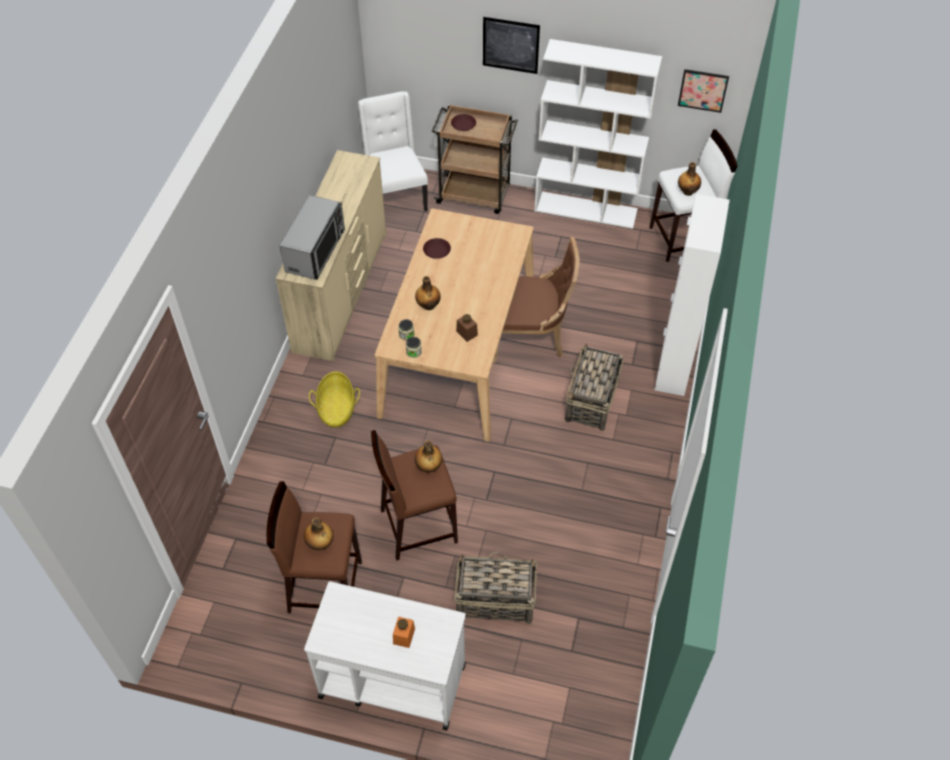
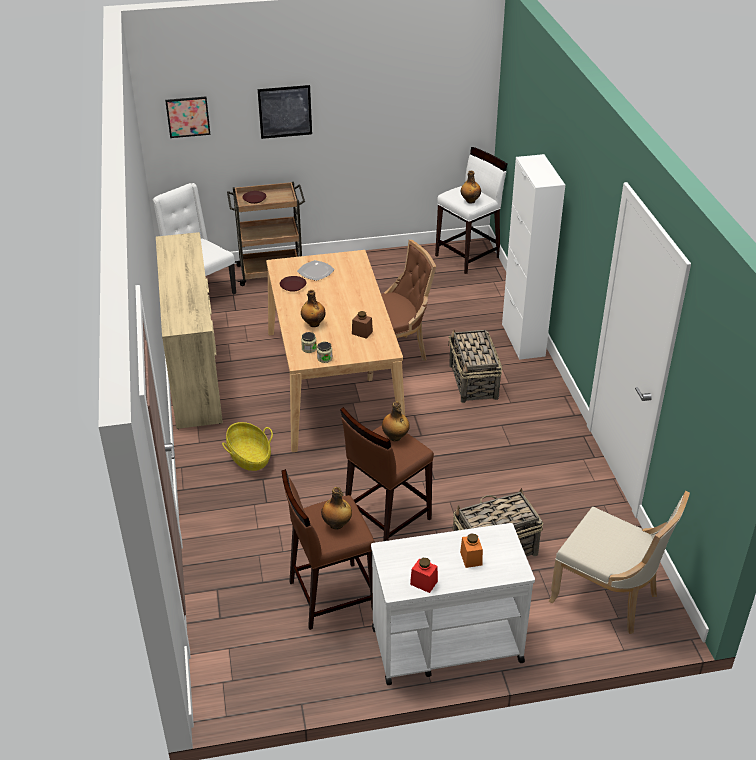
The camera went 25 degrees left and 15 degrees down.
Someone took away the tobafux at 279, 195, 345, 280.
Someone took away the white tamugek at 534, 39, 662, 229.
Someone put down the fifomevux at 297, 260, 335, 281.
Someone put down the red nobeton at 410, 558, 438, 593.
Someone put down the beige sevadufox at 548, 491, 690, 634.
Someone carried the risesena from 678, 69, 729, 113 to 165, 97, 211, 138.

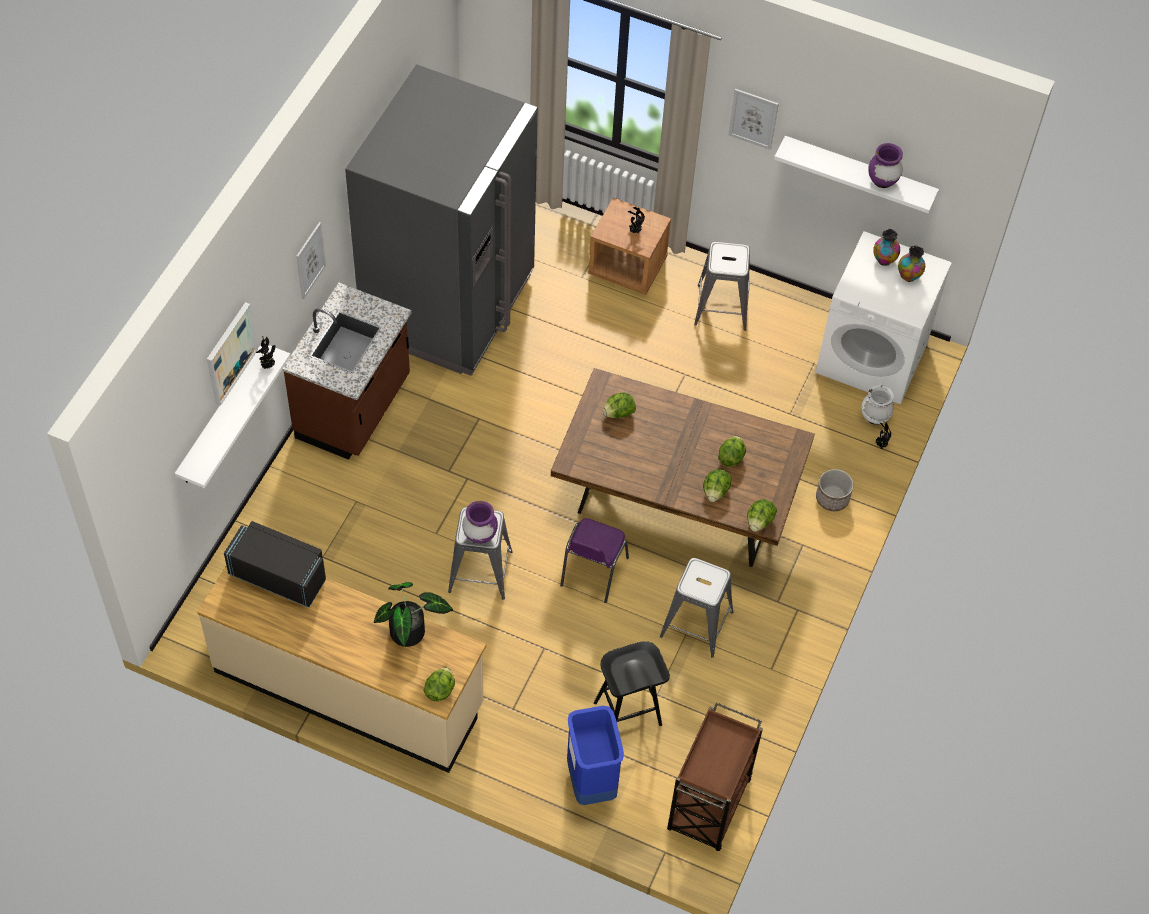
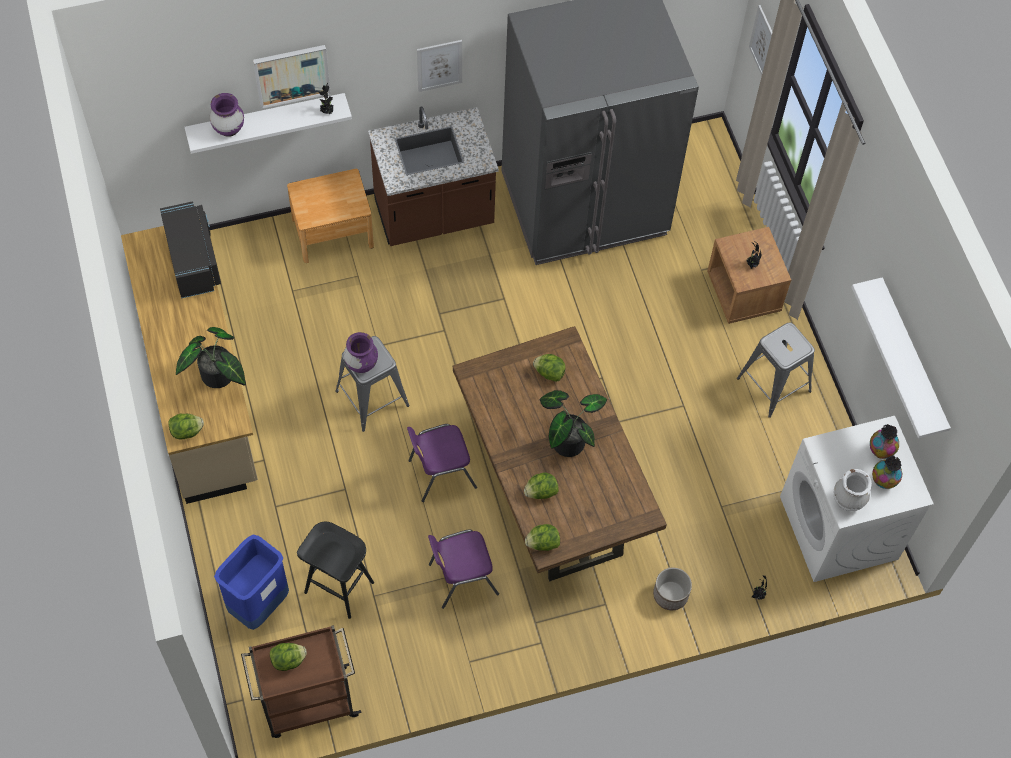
The camera went 50 degrees right and 5 degrees up.
Someone put down the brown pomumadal at 287, 169, 374, 263.
Someone put down the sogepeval at 540, 390, 607, 457.
Someone carried the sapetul from 718, 436, 746, 467 to 270, 643, 307, 671.
Someone carried the risesena from 728, 89, 779, 150 to 749, 5, 772, 76.
Someone carried the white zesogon from 861, 385, 894, 425 to 834, 469, 872, 511.
Someone carried the purple zesogon from 869, 143, 903, 188 to 210, 93, 244, 137.
Someone swapped the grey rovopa at 660, 558, 733, 658 for the purple sevadufox at 428, 529, 499, 609.

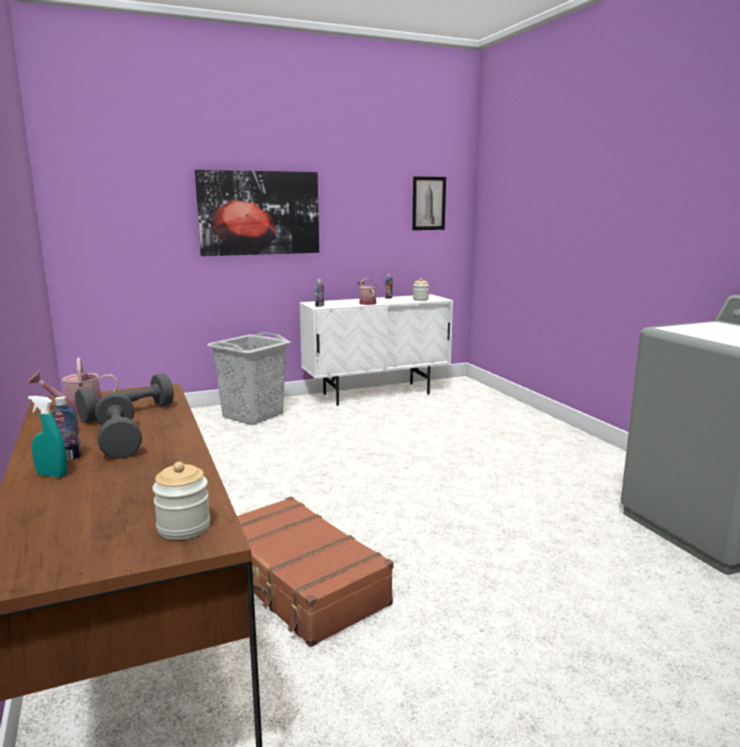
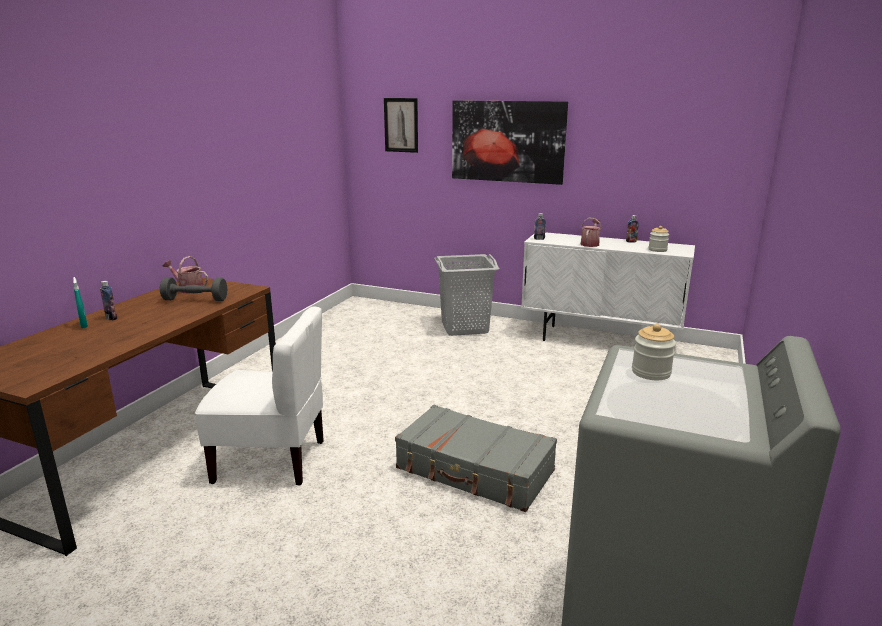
The camera went 45 degrees right and 5 degrees up.
Someone took away the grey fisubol at 95, 393, 142, 459.
Someone put down the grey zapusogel at 395, 405, 557, 512.
Someone carried the nobeton from 152, 462, 210, 540 to 632, 324, 676, 380.
Someone carried the risesena from 412, 176, 446, 230 to 384, 98, 418, 153.
Someone swapped the brown zapusogel at 237, 496, 393, 647 for the white sevadufox at 195, 307, 324, 486.

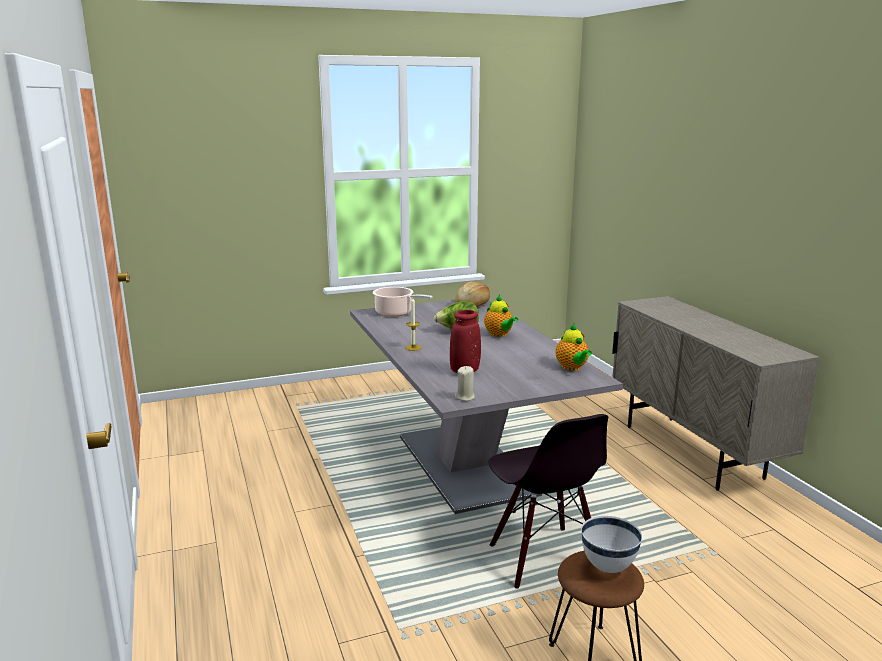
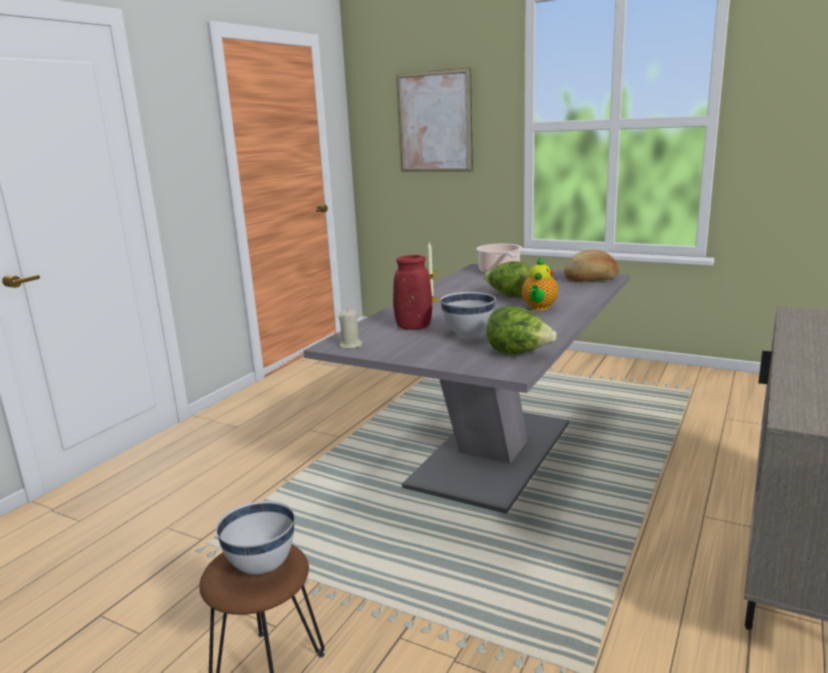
The camera went 50 degrees right and 0 degrees up.
Someone took away the black sevadufox at 488, 414, 608, 589.
Someone put up the risesena at 396, 68, 473, 172.
Someone put down the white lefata at 440, 292, 496, 336.
Someone swapped the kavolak at 556, 324, 592, 371 for the sapetul at 486, 306, 557, 354.

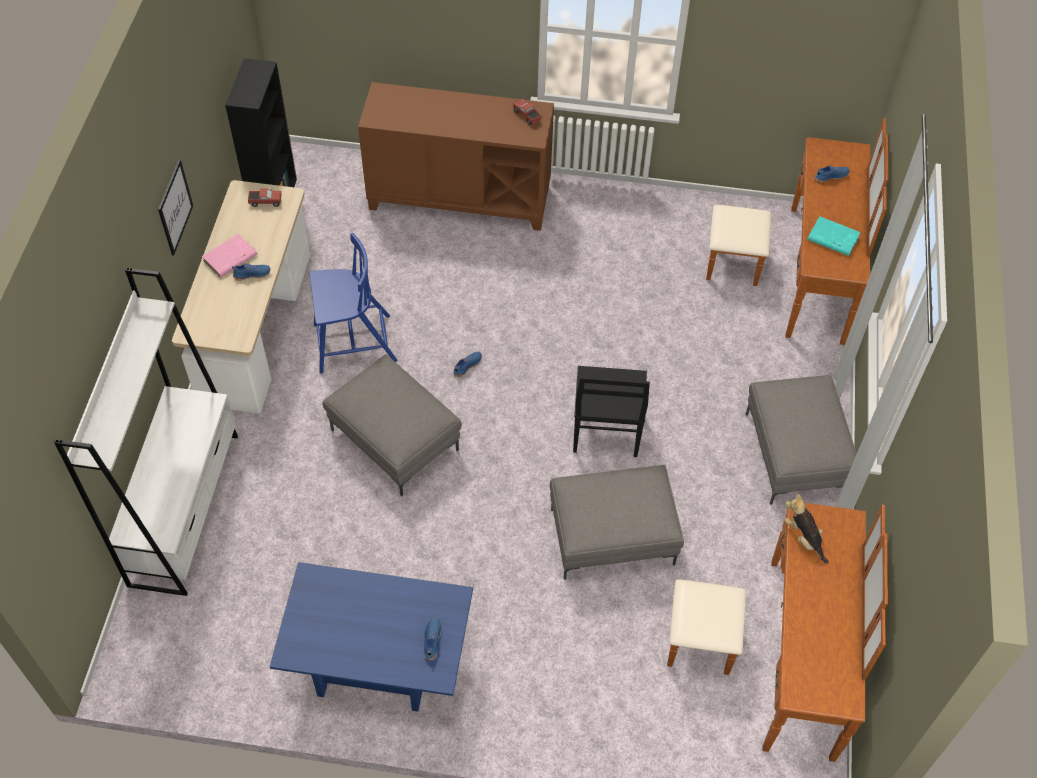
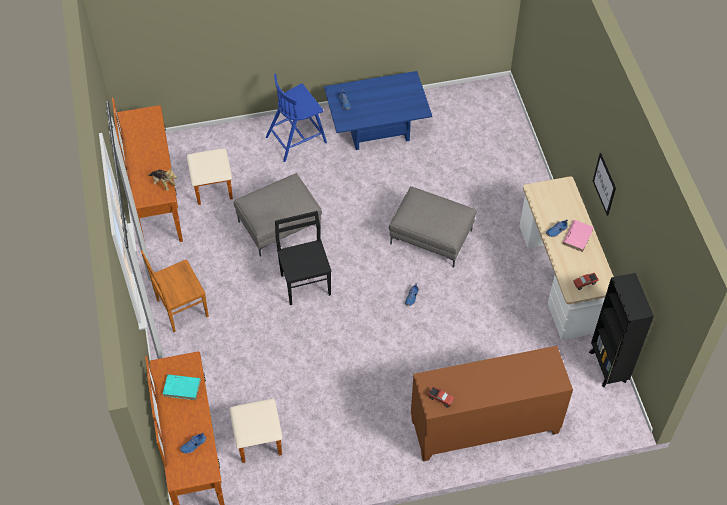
The camera went 160 degrees right and 0 degrees up.
Someone took away the white tamugek at 54, 268, 238, 596.
Someone carried the blue sevadufox from 309, 233, 397, 374 to 266, 73, 327, 162.
Someone swapped the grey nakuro at 746, 375, 857, 505 for the brown sevadufox at 141, 250, 209, 332.

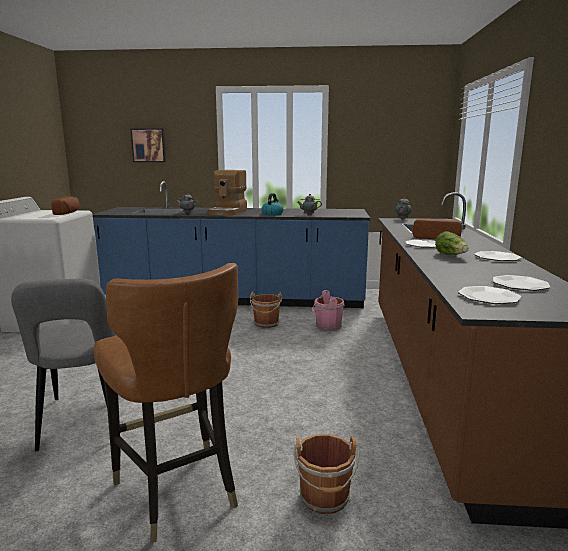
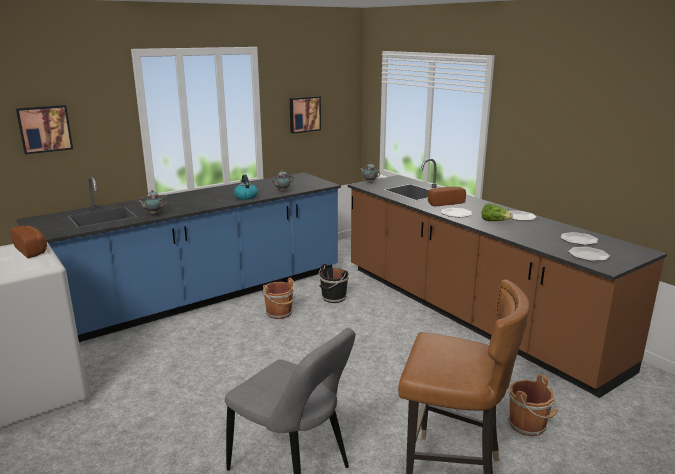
The camera went 40 degrees left and 5 degrees up.
Someone took away the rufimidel at 208, 170, 247, 216.
Someone put up the risesena at 290, 96, 321, 134.
Someone repainted the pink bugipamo at 312, 290, 345, 331, which became the black bugipamo at 317, 264, 349, 303.

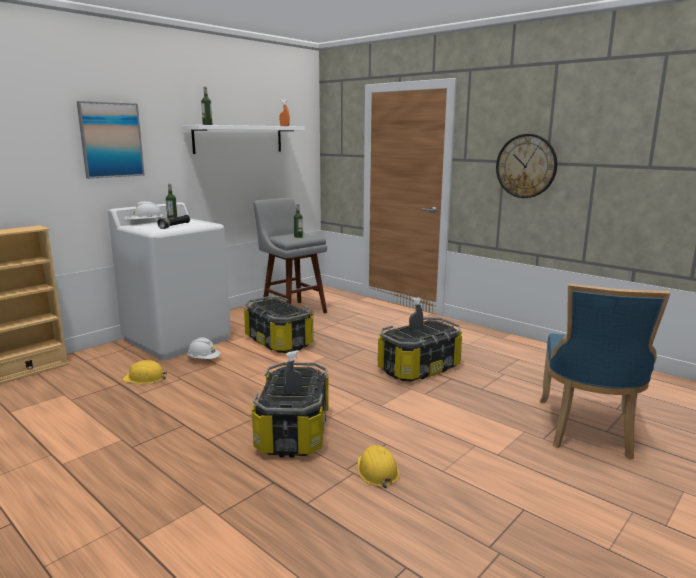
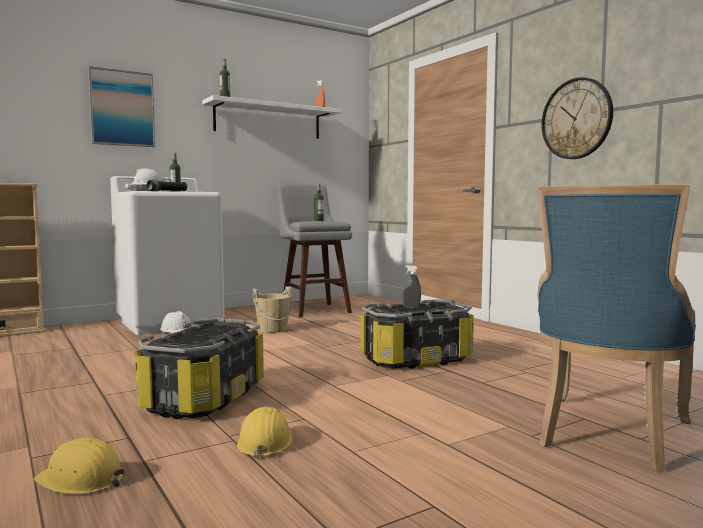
The camera went 15 degrees right and 10 degrees down.
Someone took away the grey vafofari at 283, 350, 302, 395.
Someone carried the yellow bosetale from 122, 360, 167, 384 to 33, 438, 125, 495.
Someone swapped the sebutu at 244, 296, 314, 353 for the beige bugipamo at 253, 286, 292, 333.

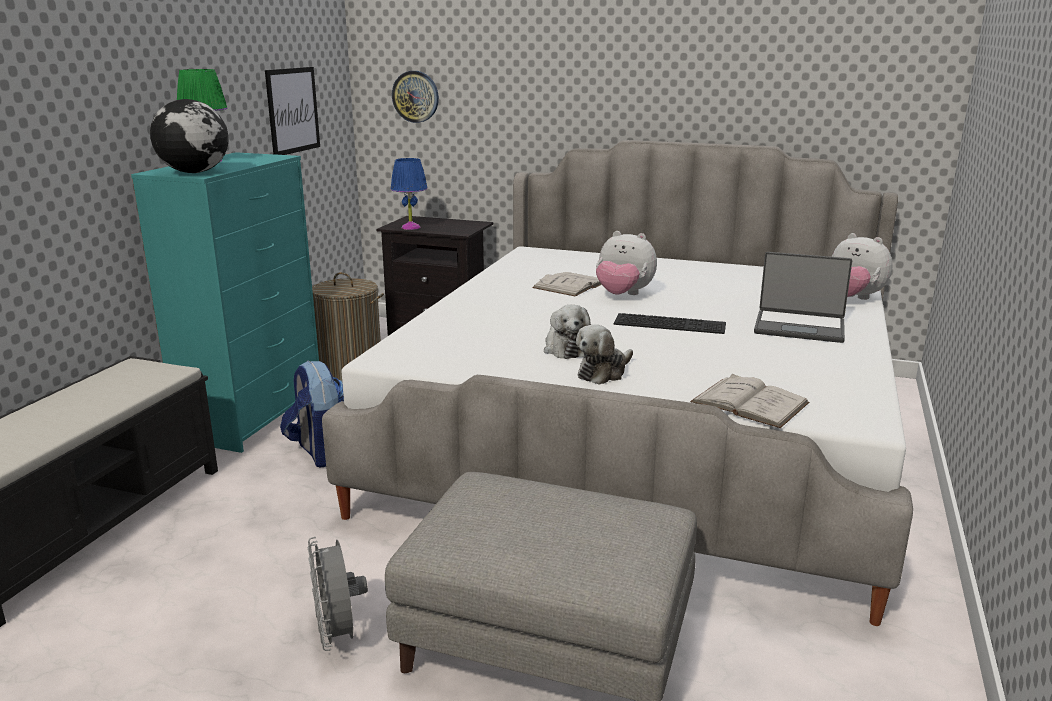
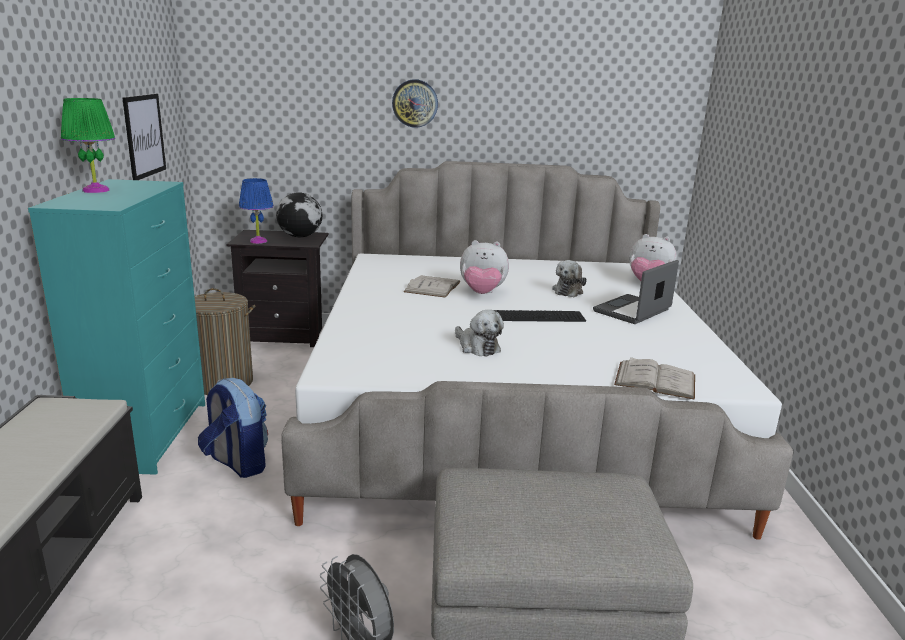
The camera went 20 degrees left and 0 degrees up.
Someone carried the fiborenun from 150, 99, 229, 173 to 276, 192, 322, 237.
Someone carried the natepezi from 392, 71, 439, 123 to 392, 79, 438, 128.
Someone carried the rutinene from 576, 324, 633, 385 to 552, 260, 587, 297.
Someone rotated the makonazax at 754, 252, 852, 343 by 135 degrees clockwise.

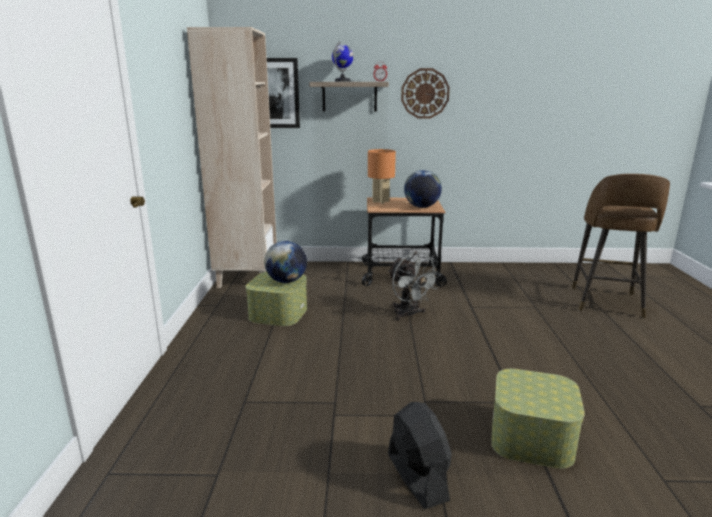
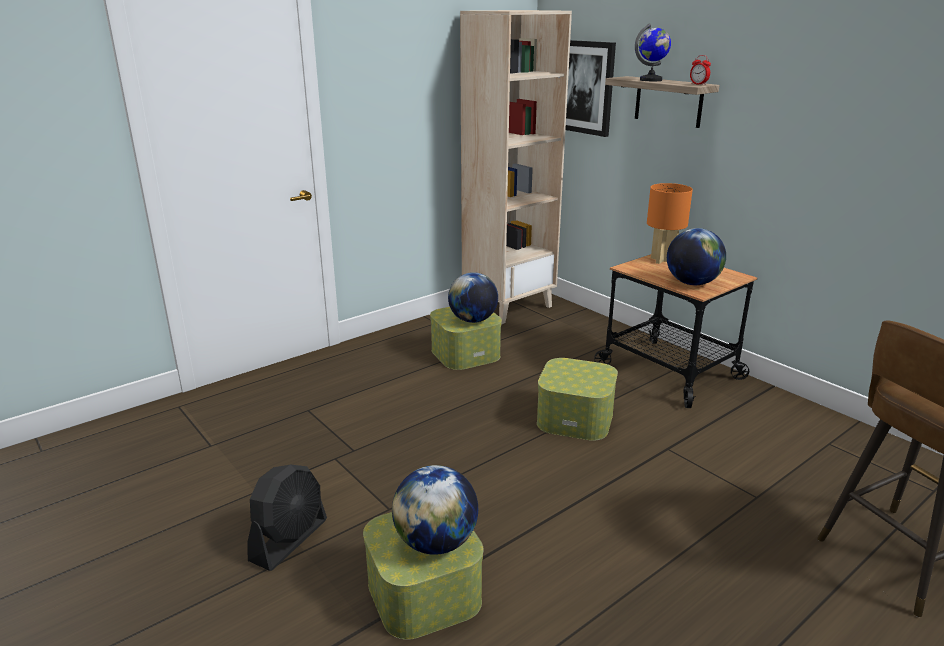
The camera went 50 degrees right and 5 degrees up.
Someone took away the natepezi at 401, 68, 450, 119.
Someone put down the fiborenun at 392, 465, 478, 555.
Someone swapped the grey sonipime at 388, 251, 441, 321 for the sebutu at 537, 358, 618, 441.

